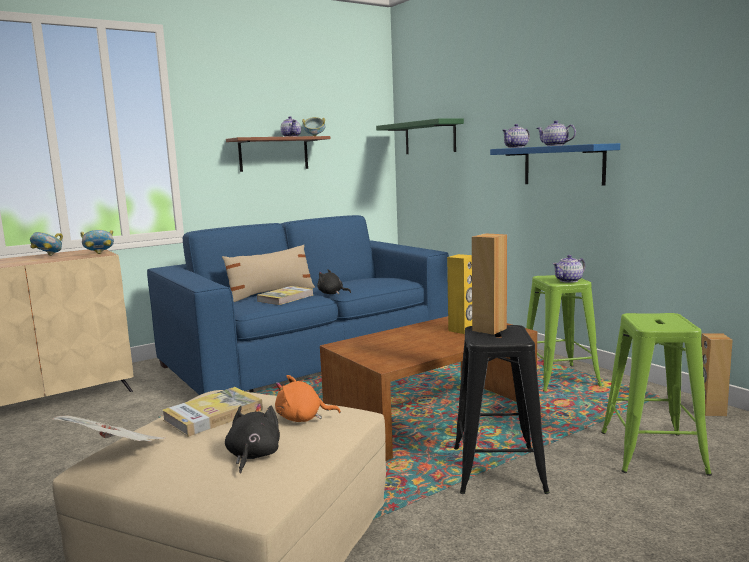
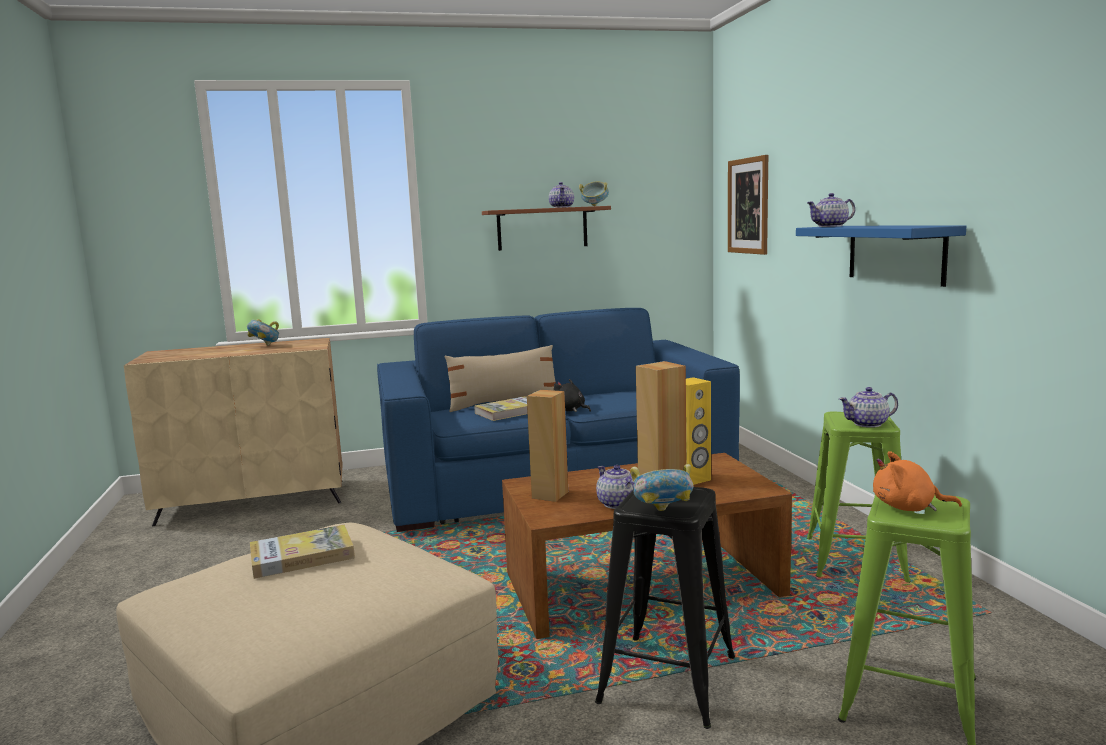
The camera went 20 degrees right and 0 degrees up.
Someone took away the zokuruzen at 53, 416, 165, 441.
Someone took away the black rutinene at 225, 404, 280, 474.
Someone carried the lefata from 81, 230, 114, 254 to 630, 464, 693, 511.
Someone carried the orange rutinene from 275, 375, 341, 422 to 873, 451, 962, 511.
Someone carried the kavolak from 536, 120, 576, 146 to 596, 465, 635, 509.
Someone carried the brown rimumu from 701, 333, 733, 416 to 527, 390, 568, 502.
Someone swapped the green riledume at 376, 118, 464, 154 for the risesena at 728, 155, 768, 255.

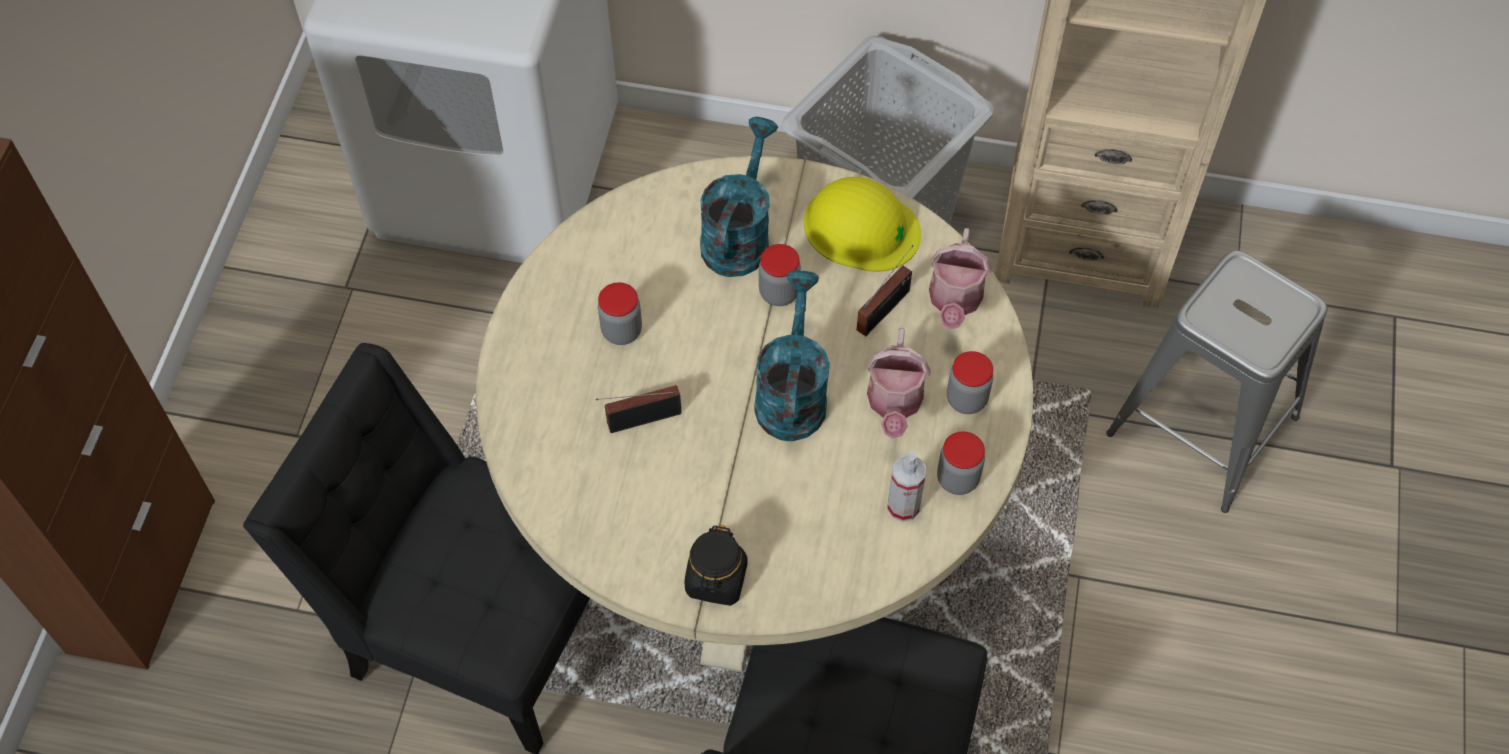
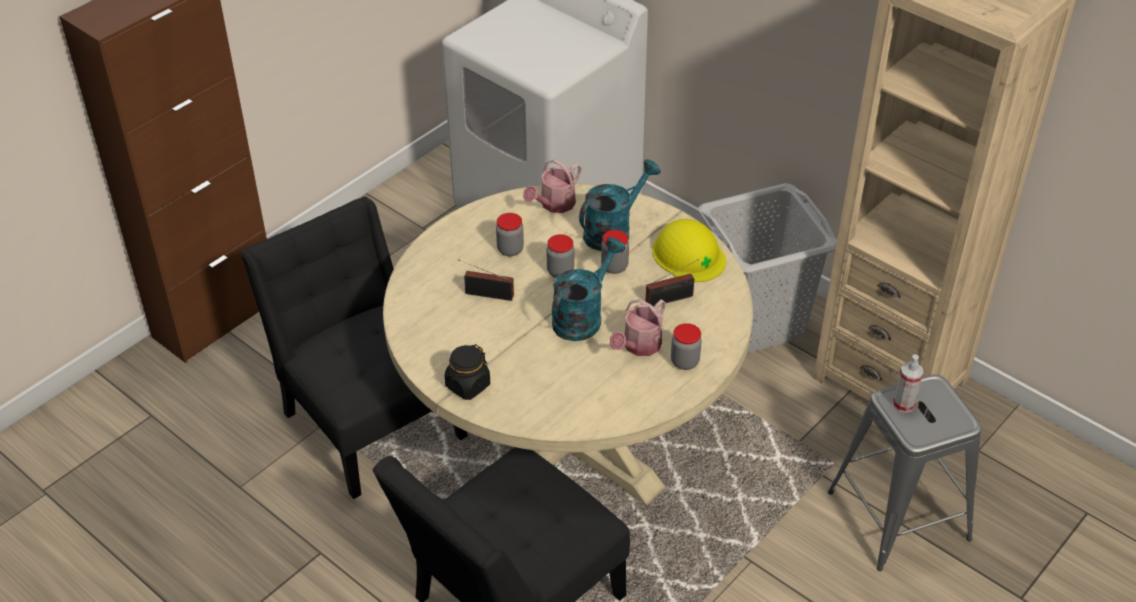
The camera went 30 degrees right and 15 degrees down.
Someone carried the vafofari from 887, 451, 926, 522 to 893, 354, 924, 413.
Someone carried the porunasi from 929, 228, 992, 329 to 523, 159, 582, 213.
Someone carried the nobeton from 937, 431, 985, 495 to 547, 234, 574, 278.

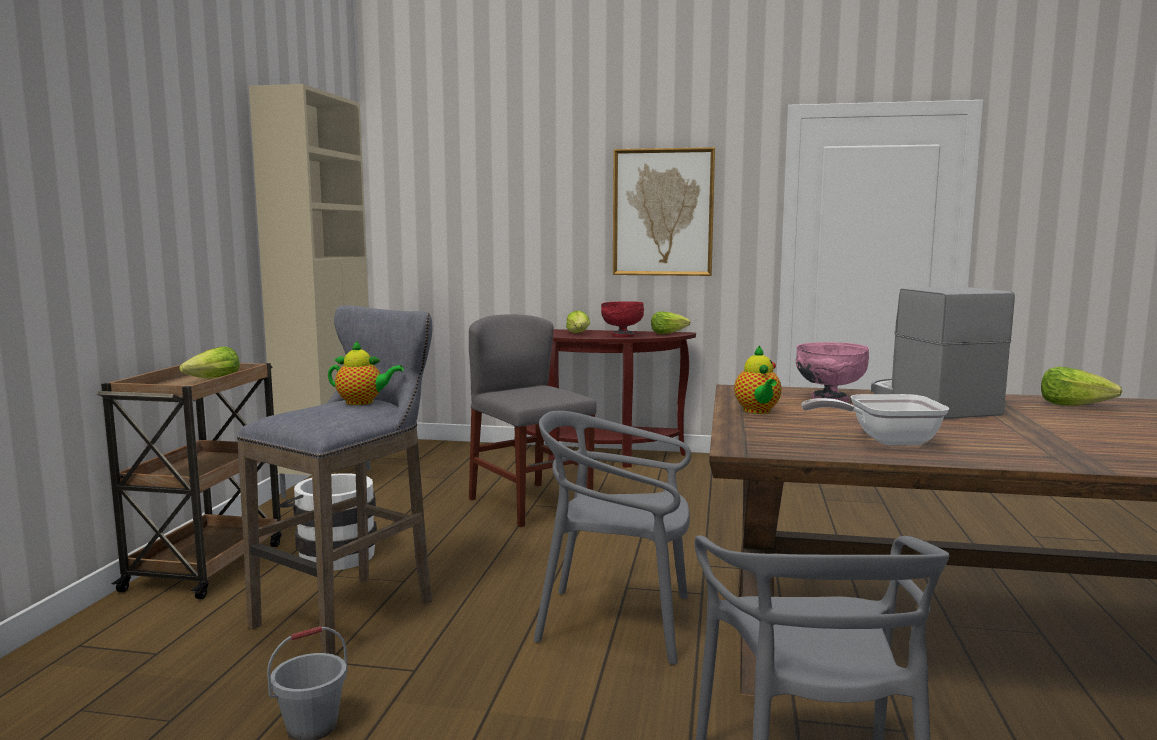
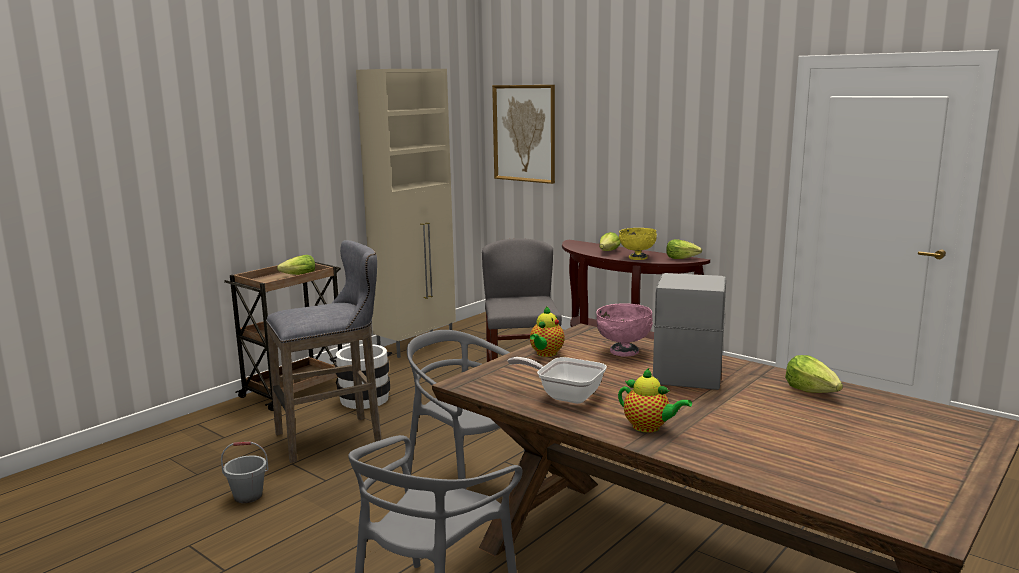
The camera went 30 degrees right and 5 degrees up.
Someone carried the kavolak from 328, 341, 404, 405 to 618, 368, 692, 433.
Someone carried the risesena from 613, 147, 715, 276 to 492, 85, 555, 184.
Someone repainted the red lefata at 601, 301, 644, 337, which became the yellow lefata at 619, 228, 657, 260.

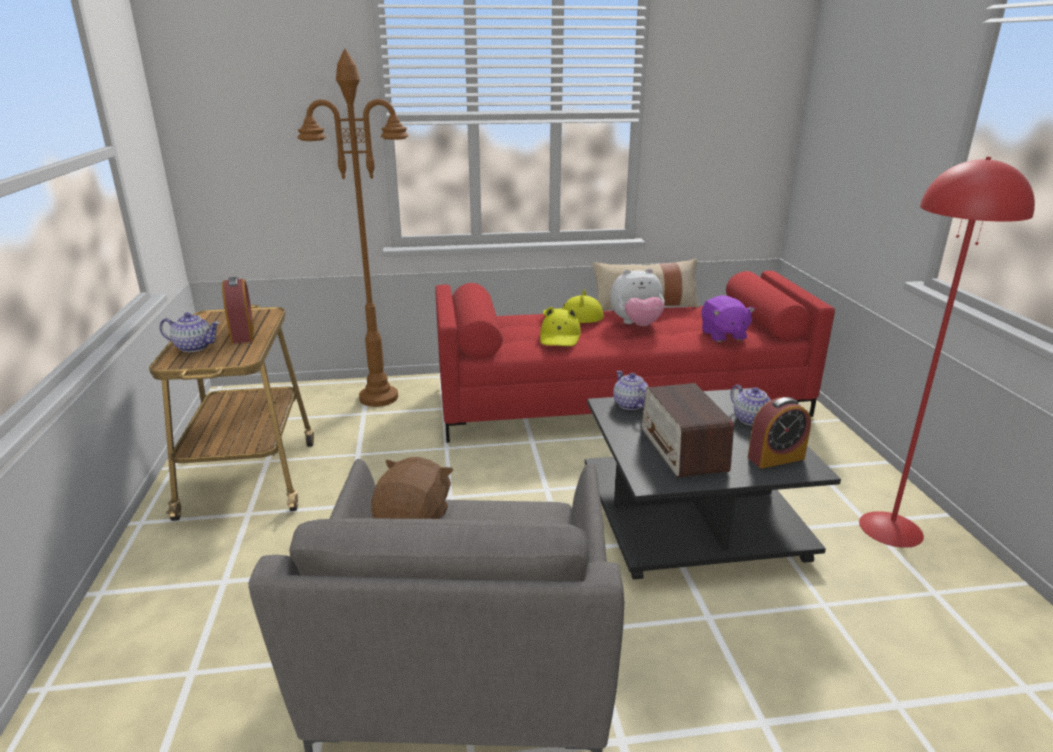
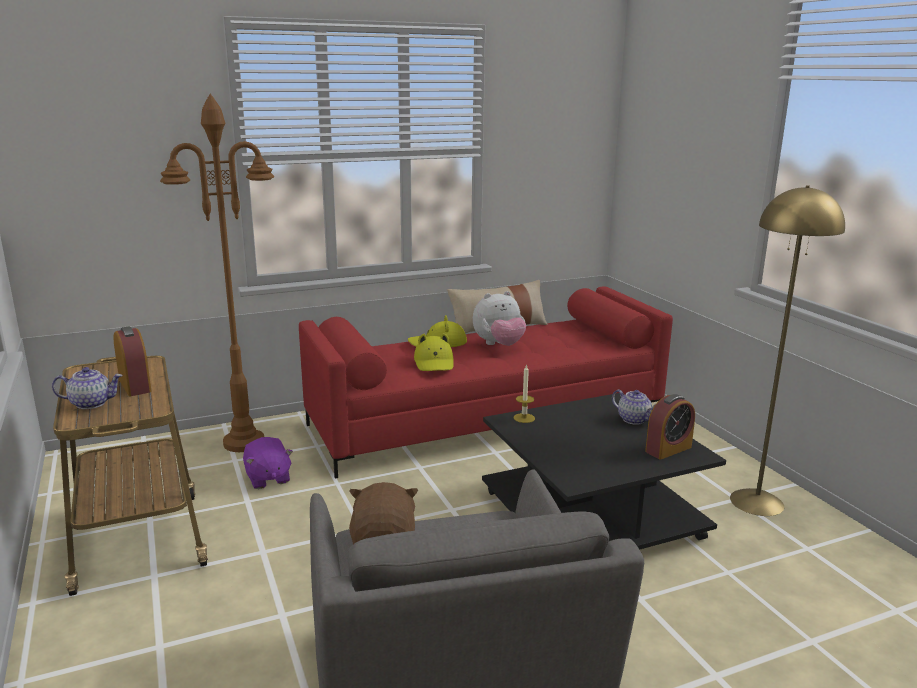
The camera went 15 degrees left and 5 degrees down.
Someone took away the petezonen at 642, 383, 734, 478.
Someone carried the purple rutinene from 701, 295, 755, 342 to 243, 437, 293, 489.
Someone swapped the kavolak at 613, 371, 648, 410 for the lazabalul at 514, 364, 535, 423.
Someone repainted the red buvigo at 859, 157, 1035, 548, which became the yellow buvigo at 730, 185, 845, 516.

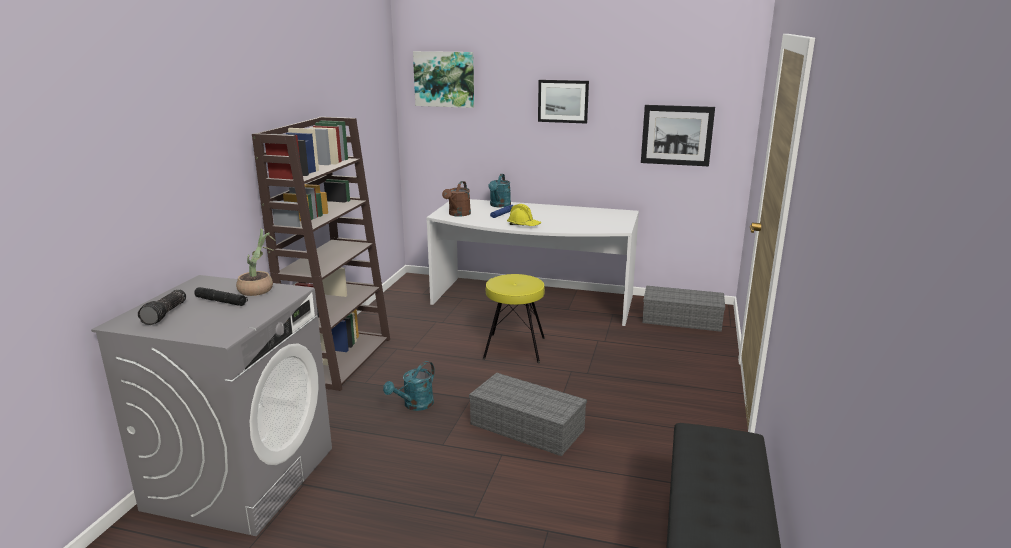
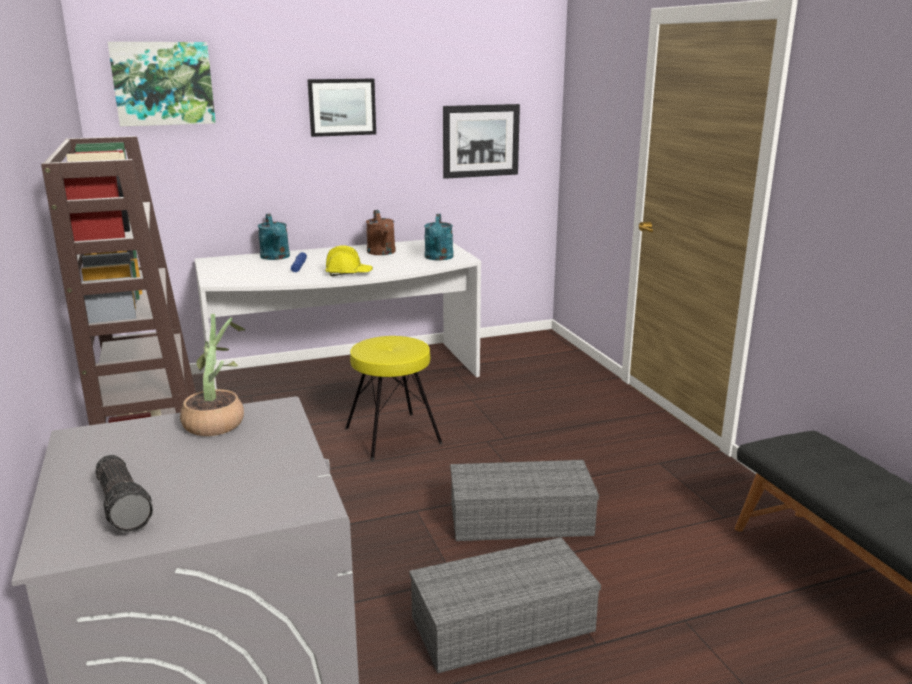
The camera went 35 degrees left and 0 degrees up.
Someone took away the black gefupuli at 194, 287, 248, 306.
Someone carried the turquoise porunasi from 383, 361, 435, 411 to 424, 214, 453, 260.
Someone carried the brown porunasi from 442, 181, 471, 216 to 366, 210, 396, 255.
Someone carried the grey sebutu from 642, 286, 725, 332 to 410, 537, 601, 673.

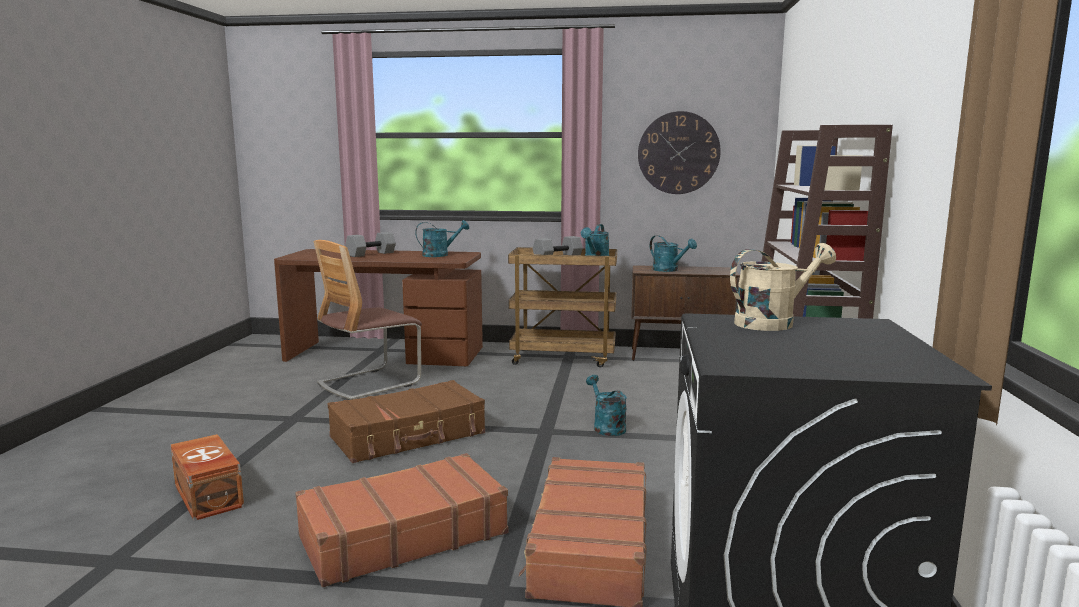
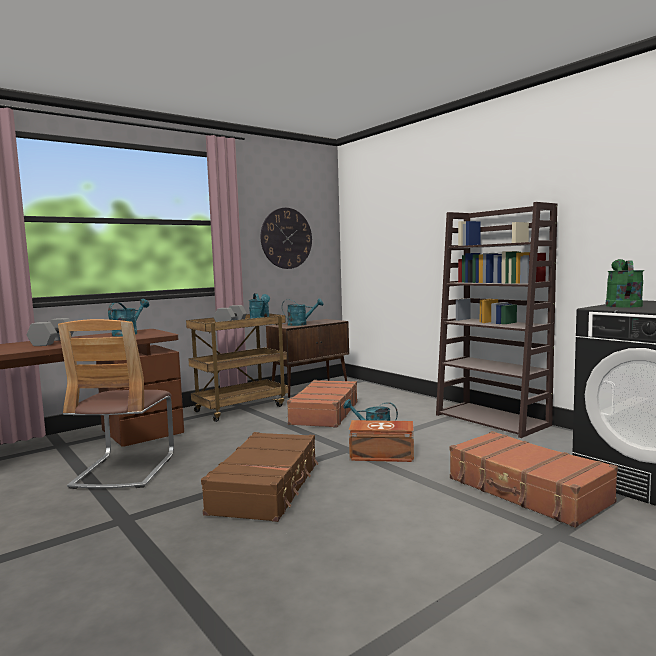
The camera went 45 degrees left and 5 degrees down.
Someone carried the brown sebutu from 171, 434, 244, 521 to 349, 420, 414, 462.
Someone carried the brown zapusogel from 295, 453, 508, 587 to 286, 380, 358, 428.
Someone repainted the beige porunasi at 730, 243, 836, 331, which became the green porunasi at 605, 259, 644, 308.

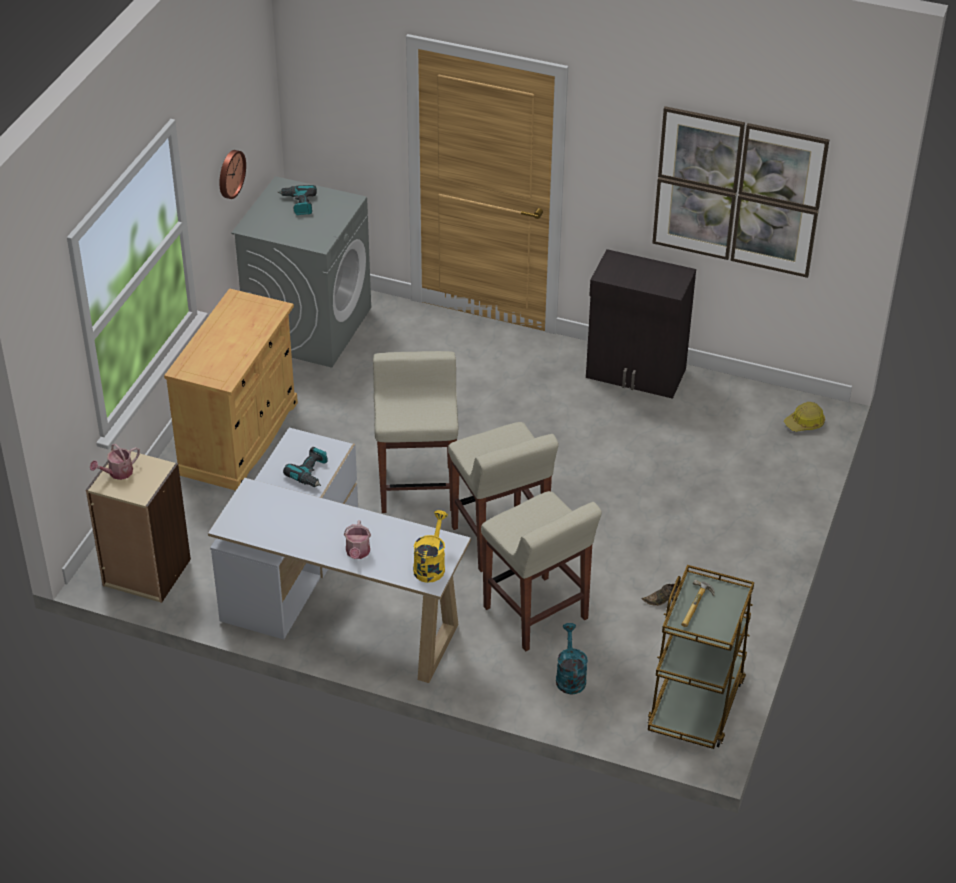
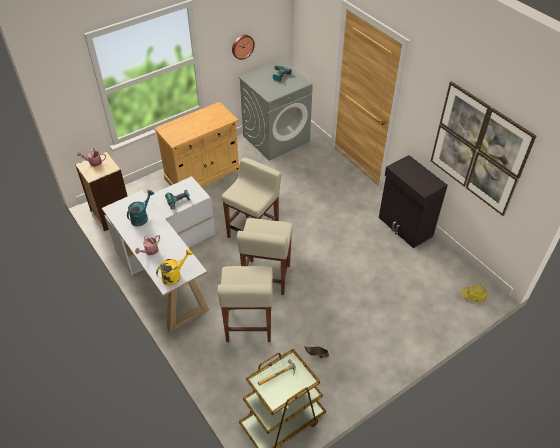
The camera went 35 degrees right and 5 degrees up.
Someone carried the turquoise porunasi from 556, 623, 588, 694 to 127, 190, 154, 226.

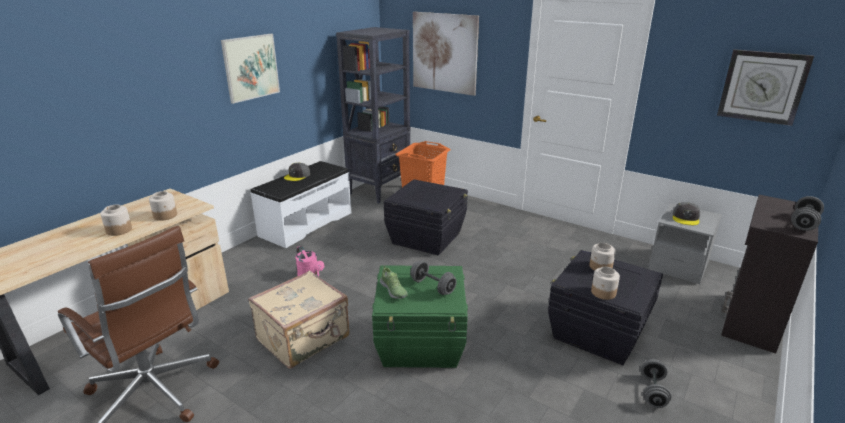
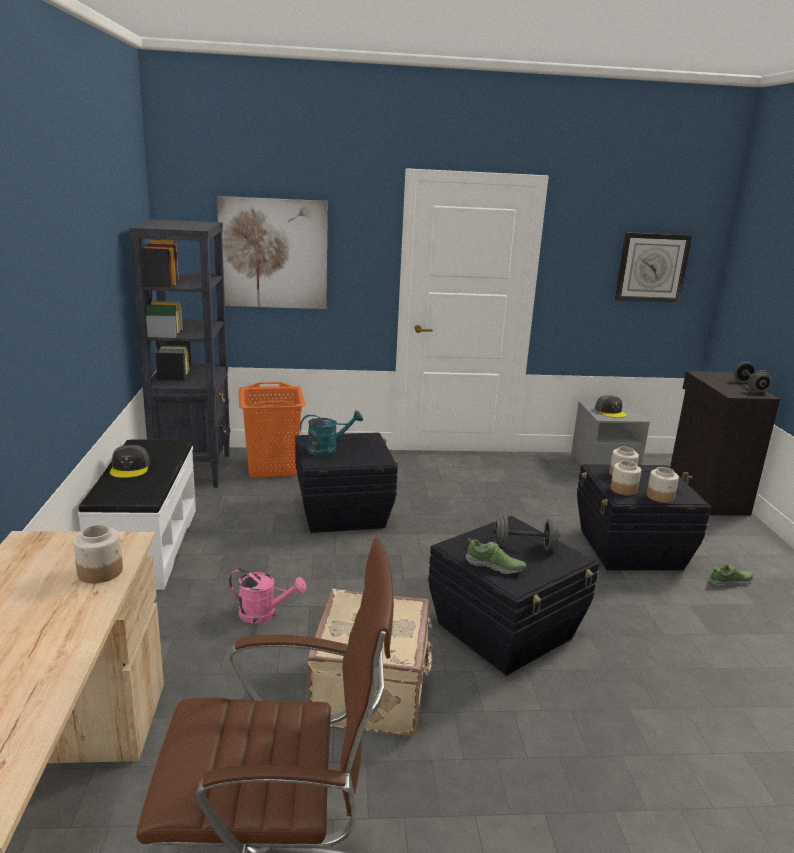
The camera went 40 degrees left and 5 degrees down.
Someone took away the risesena at 221, 34, 280, 104.
Someone put down the turquoise porunasi at 300, 411, 363, 456.
Someone carried the nobeton from 100, 205, 132, 236 to 610, 461, 641, 496.
Someone swapped the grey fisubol at 641, 359, 671, 408 for the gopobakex at 708, 564, 753, 588.
Someone repainted the green sebutu at 372, 265, 468, 368, which became the black sebutu at 428, 516, 599, 675.

